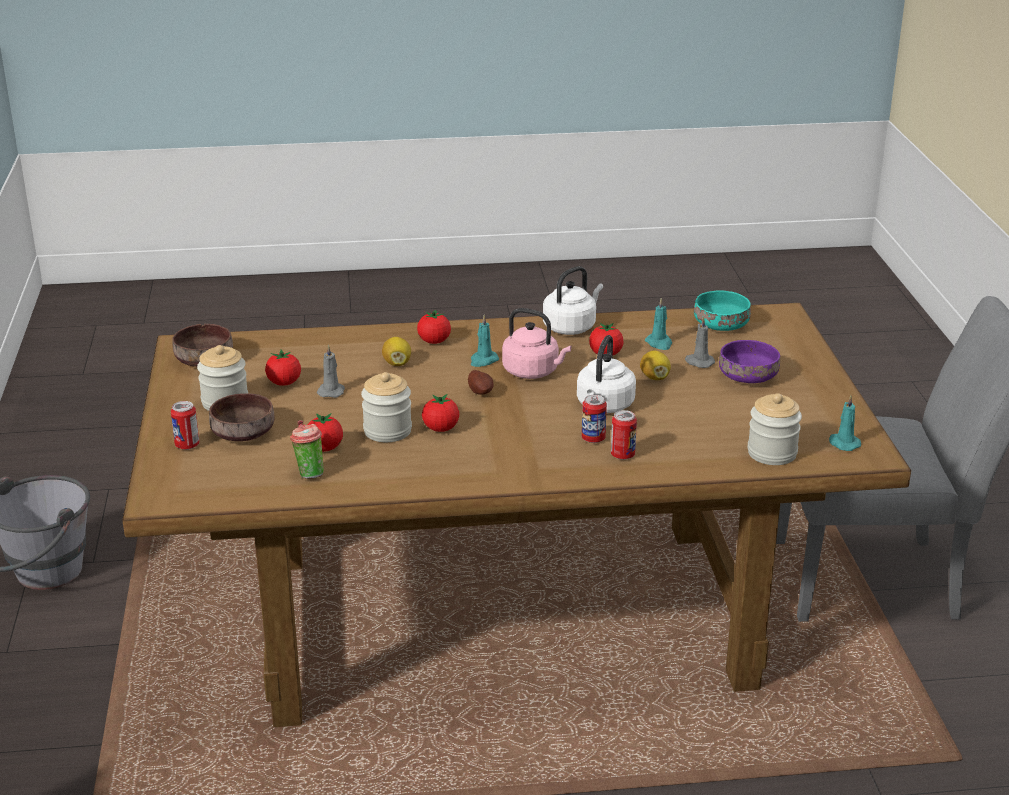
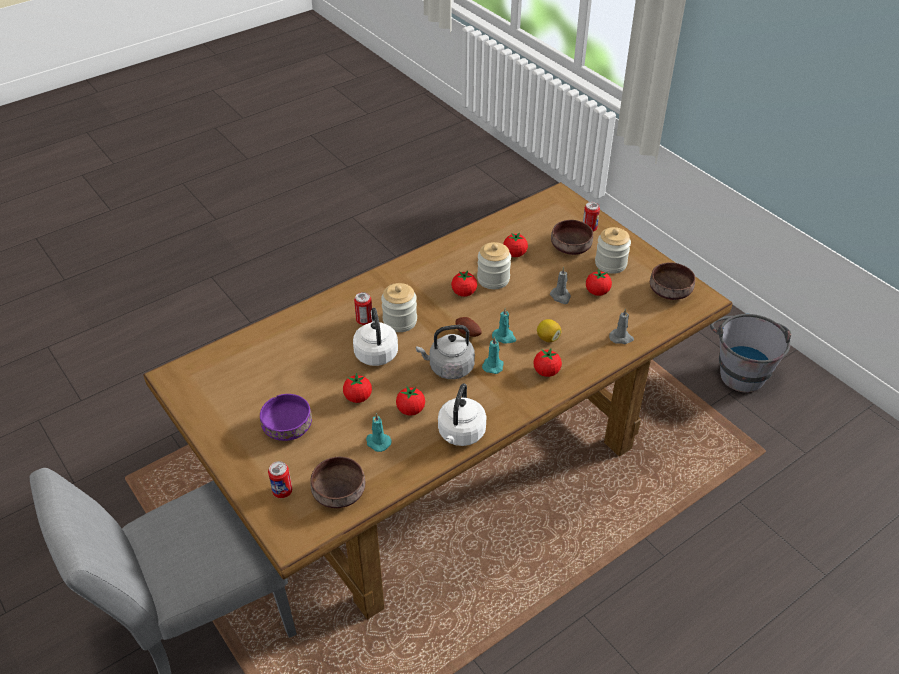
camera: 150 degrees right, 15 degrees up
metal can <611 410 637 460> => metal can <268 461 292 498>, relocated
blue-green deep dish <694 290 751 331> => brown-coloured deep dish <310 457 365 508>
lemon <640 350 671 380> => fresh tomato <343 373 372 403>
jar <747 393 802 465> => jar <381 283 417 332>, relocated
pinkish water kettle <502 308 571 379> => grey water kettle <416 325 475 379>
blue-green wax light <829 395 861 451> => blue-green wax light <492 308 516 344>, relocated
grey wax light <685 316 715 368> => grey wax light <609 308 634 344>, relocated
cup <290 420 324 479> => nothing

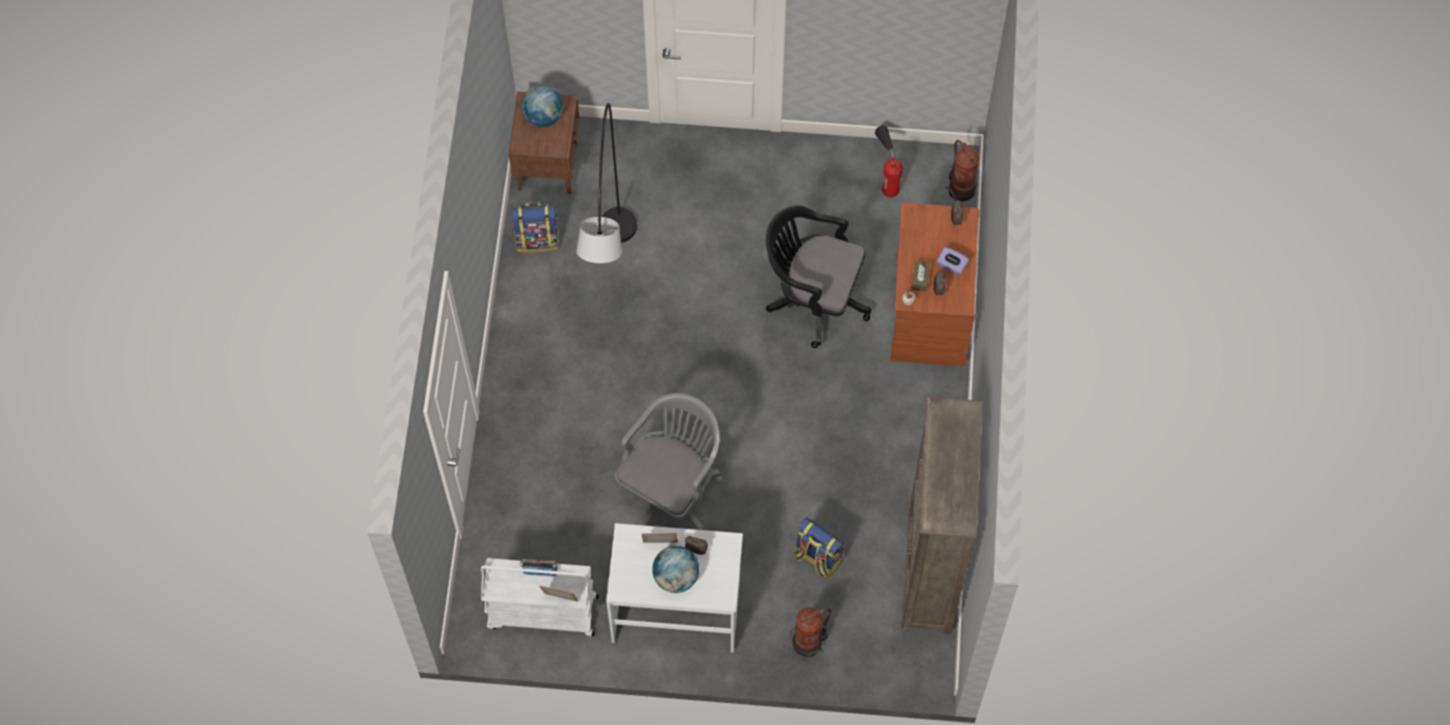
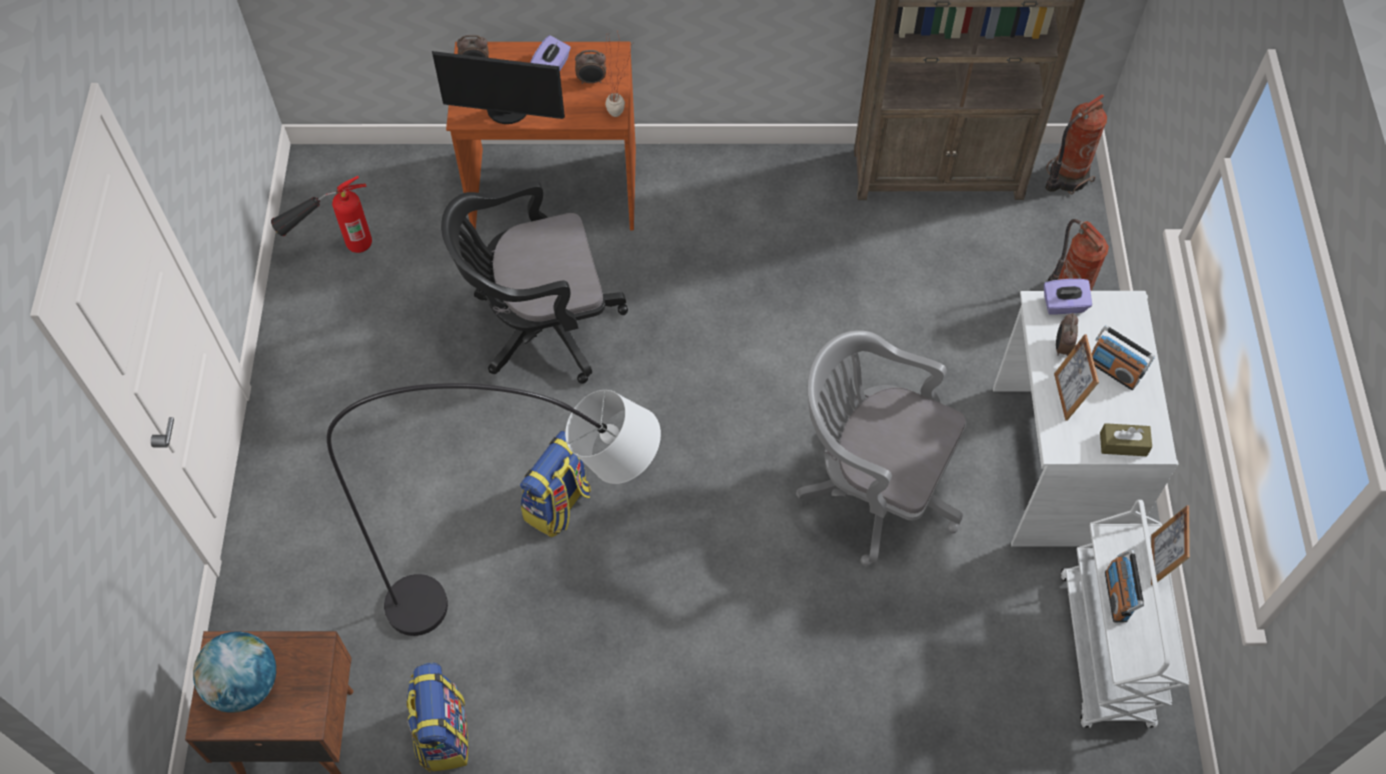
camera: 95 degrees left, 5 degrees down
nothing => monitor <432 51 565 124>
black-coloured computer chair <766 205 871 348> => black-coloured computer chair <441 181 628 384>, 60 degrees clockwise
knapsack <794 517 844 578> => knapsack <520 431 591 537>, relocated
nothing => purplish tissue box <1044 279 1092 315>
fire extinguisher <945 140 980 202> => fire extinguisher <1045 94 1107 195>, relocated
desk globe <652 546 699 593> => radio set <1092 325 1155 390>
brown-coloured tissue box <912 261 930 291> => brown-coloured tissue box <1100 423 1152 456>, relocated

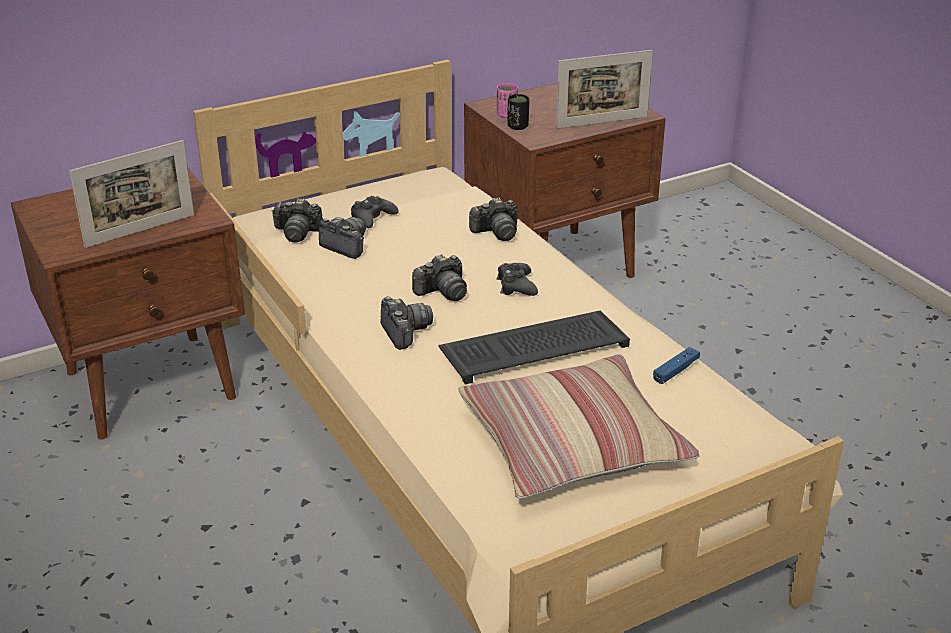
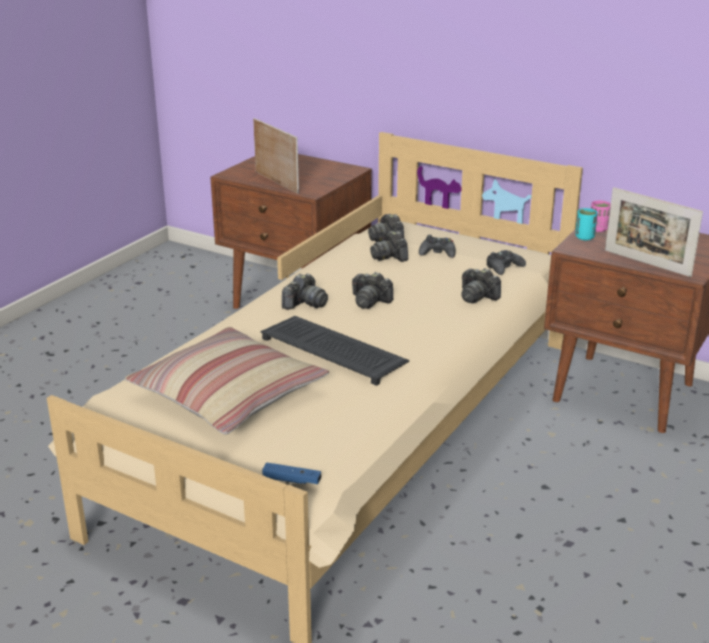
camera: 60 degrees right, 5 degrees down
standing frame <69 140 194 248> => standing frame <253 118 299 194>, 150 degrees counterclockwise
bluish gamepad <653 347 700 384> => bluish gamepad <262 463 321 484>, relocated
photo camera <319 217 366 259> => photo camera <370 230 408 262>, 150 degrees clockwise
black-coloured gamepad <497 263 538 296> => black-coloured gamepad <487 250 526 275>, relocated
black-coloured cup <507 94 530 130> => blue-green cup <575 208 598 240>

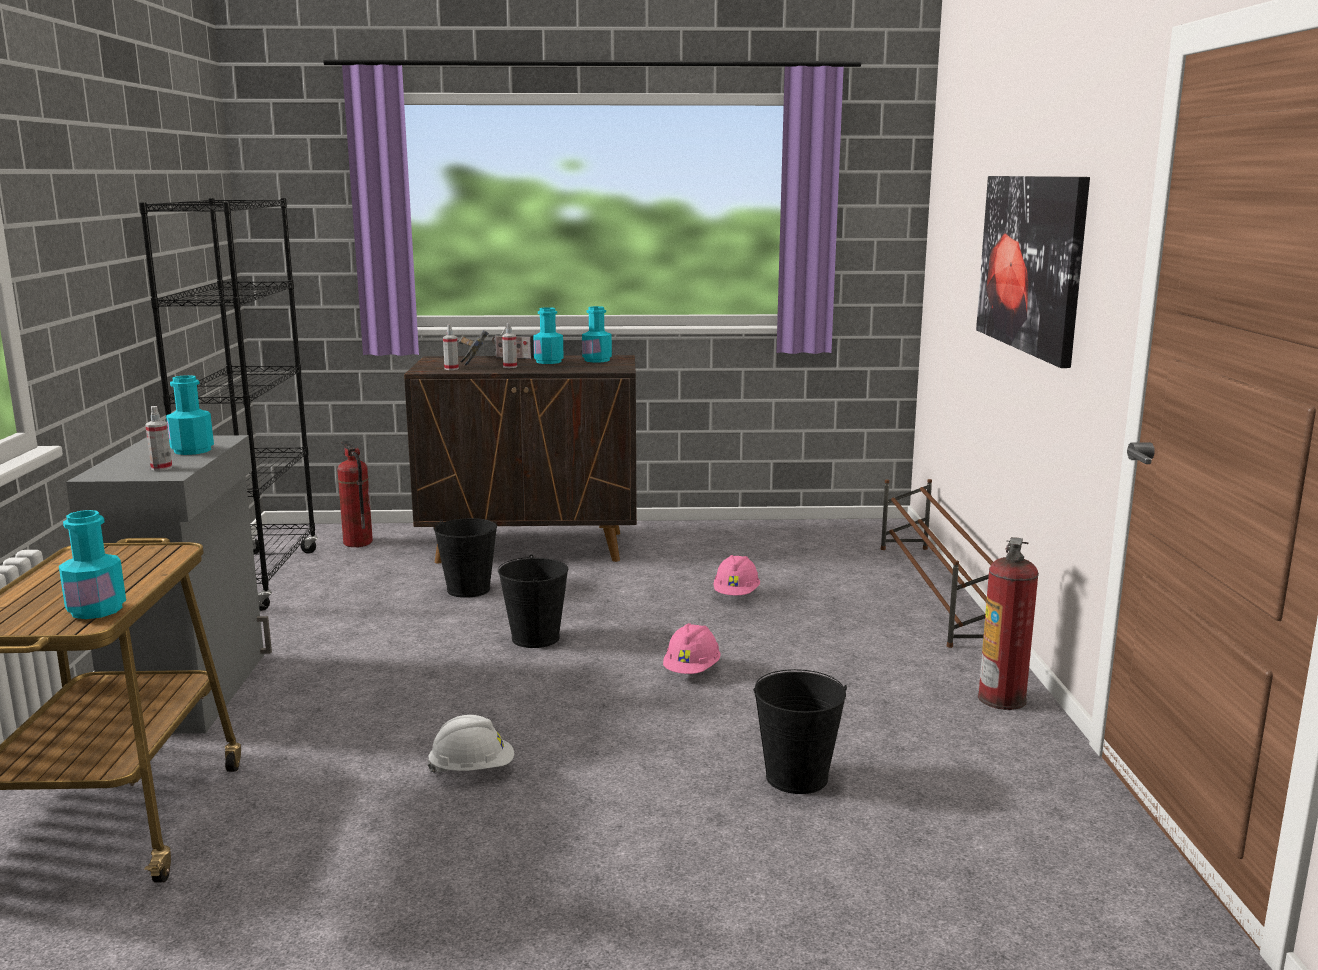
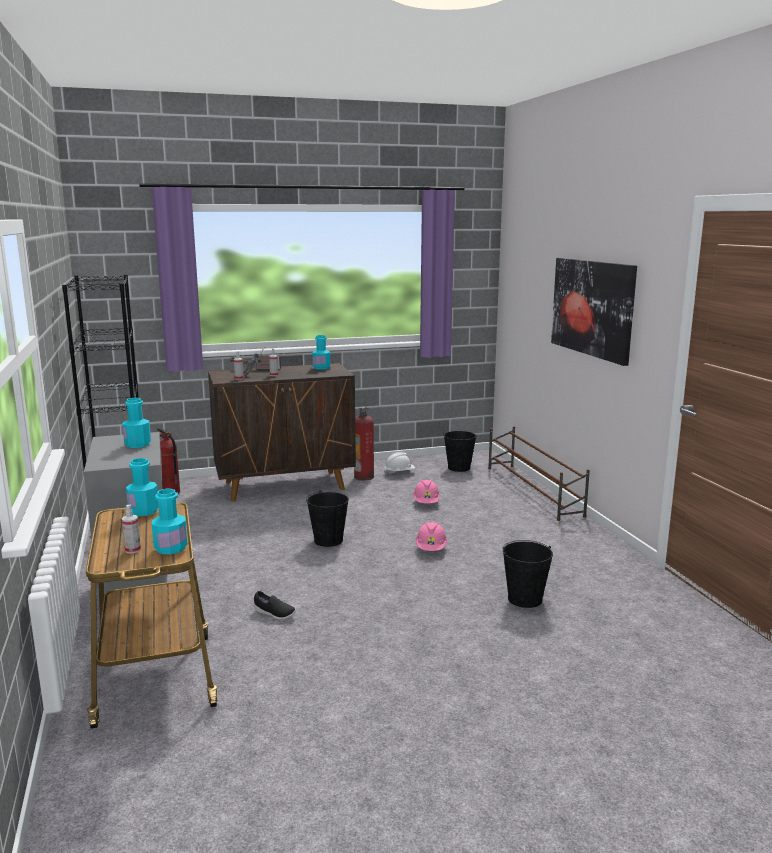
camera: 15 degrees left, 0 degrees up
sprayer <145 406 172 471> => sprayer <122 505 141 554>, relocated
blue-green drink bottle <533 307 564 364> => blue-green drink bottle <126 458 159 516>, relocated
nothing => black-coloured low shoe <254 591 296 620>
fire extinguisher <978 537 1039 710> => fire extinguisher <354 407 374 480>, relocated
whitish safety helmet <427 715 514 773> => whitish safety helmet <384 452 415 475>, relocated
black-coloured bucket <434 518 497 598> => black-coloured bucket <444 431 477 472>, relocated

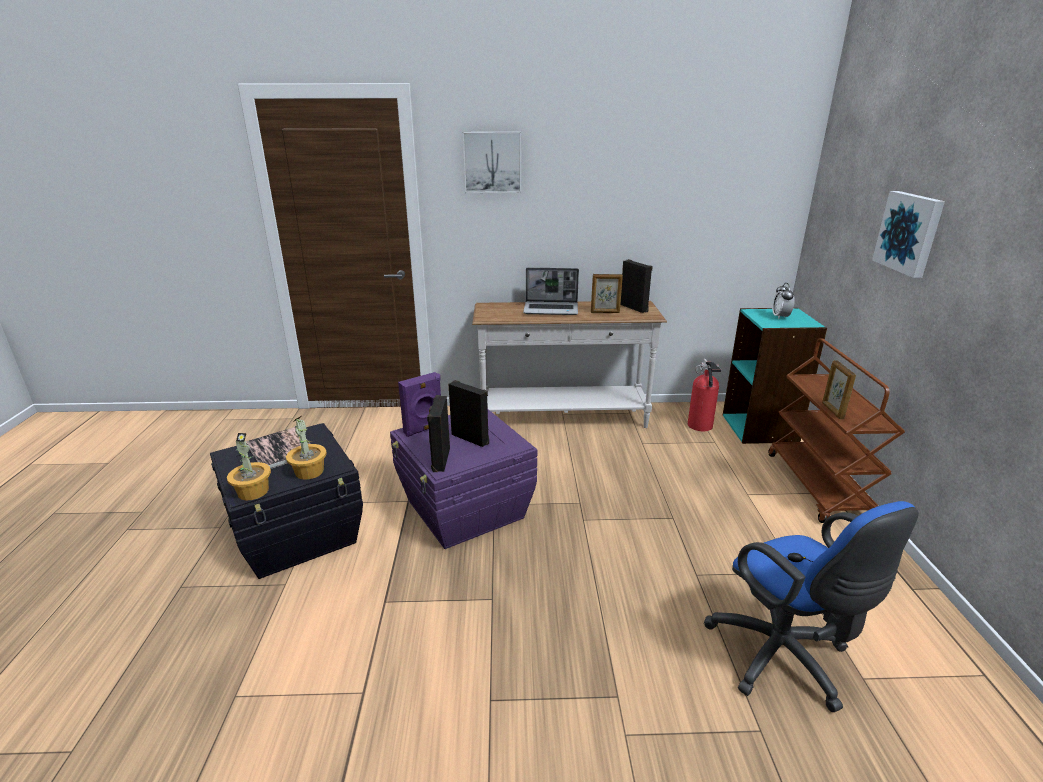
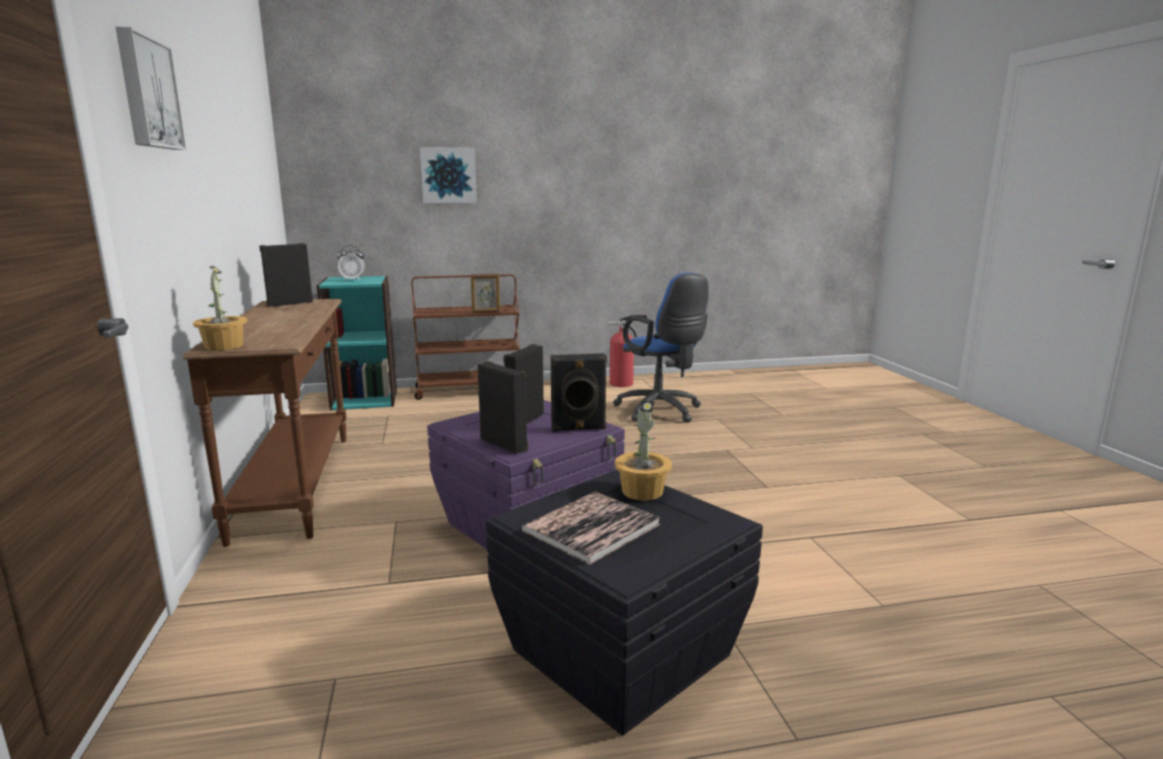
camera: 100 degrees left, 10 degrees down
whitish console table <472 301 667 428> => brown-coloured console table <183 299 347 547>
plant in a pot <227 433 271 500> => plant in a pot <193 266 247 351>, relocated
purplish loudspeaker <398 372 441 437> => black-coloured loudspeaker <477 361 528 454>
fire extinguisher <688 359 721 431> => fire extinguisher <608 314 647 387>, relocated
bluish computer chair <704 501 919 712> => bluish computer chair <613 272 709 422>, 90 degrees clockwise
notebook computer <523 268 579 315> => nothing
standing frame <591 274 623 313> => nothing

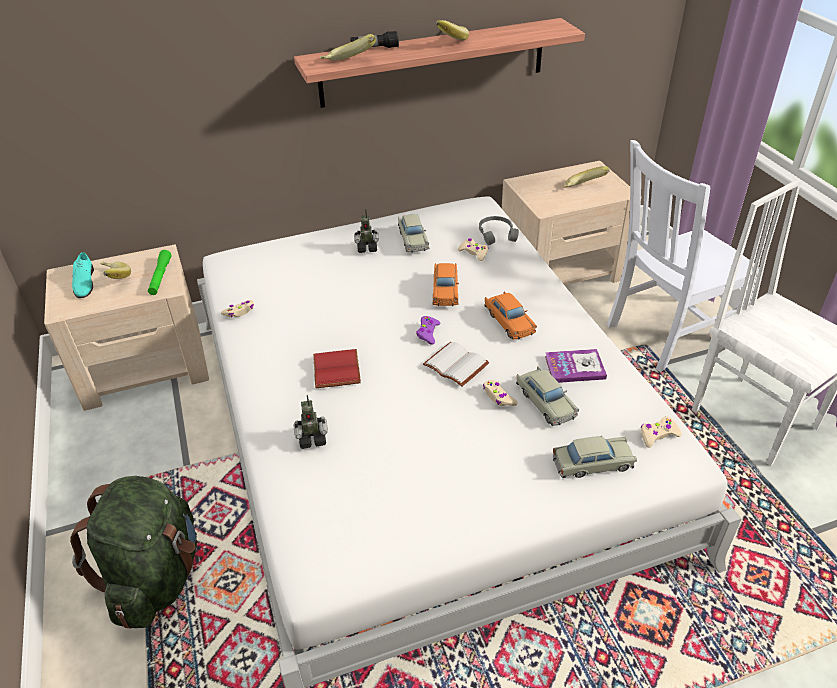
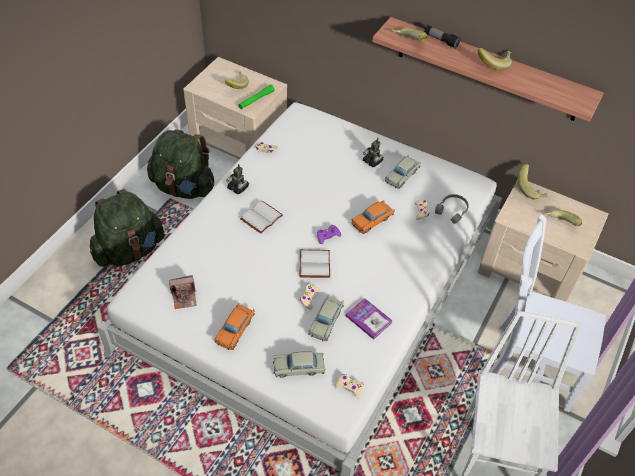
camera: 45 degrees right, 10 degrees up
nothing => green-coloured knapsack <147 129 214 199>
nothing => photo camera <169 275 197 309>
orange miniature car <485 292 537 340> => orange miniature car <214 303 255 350>, relocated
toy robot <293 395 328 449> => toy robot <226 164 249 194>, relocated
red-coloured bound book <313 349 361 388> => whitish bound book <240 201 283 234>
beige-coloured miniature car <553 436 637 478> => beige-coloured miniature car <273 351 326 378>, 135 degrees clockwise
nothing => banana fruit <518 164 548 199>
blue-green low shoe <72 252 94 298> => nothing

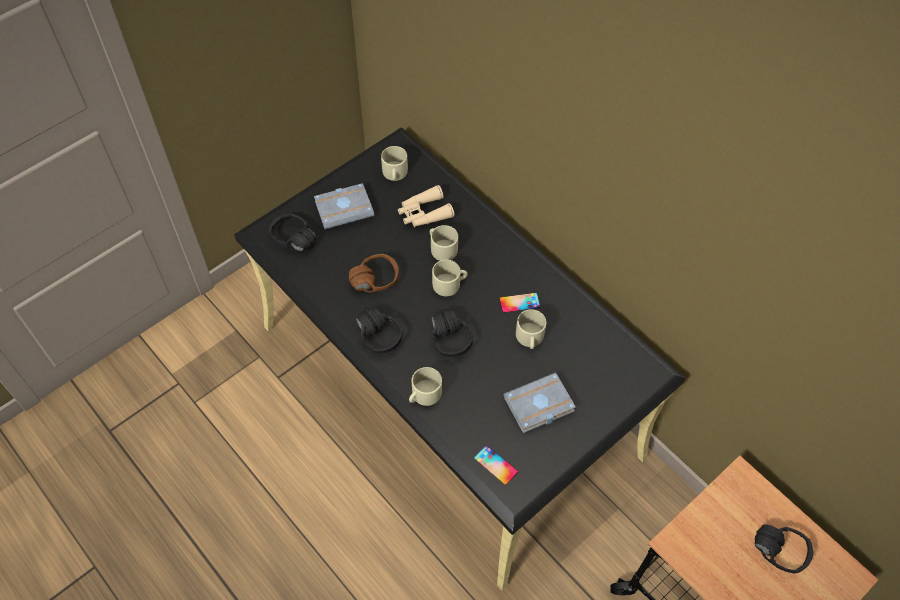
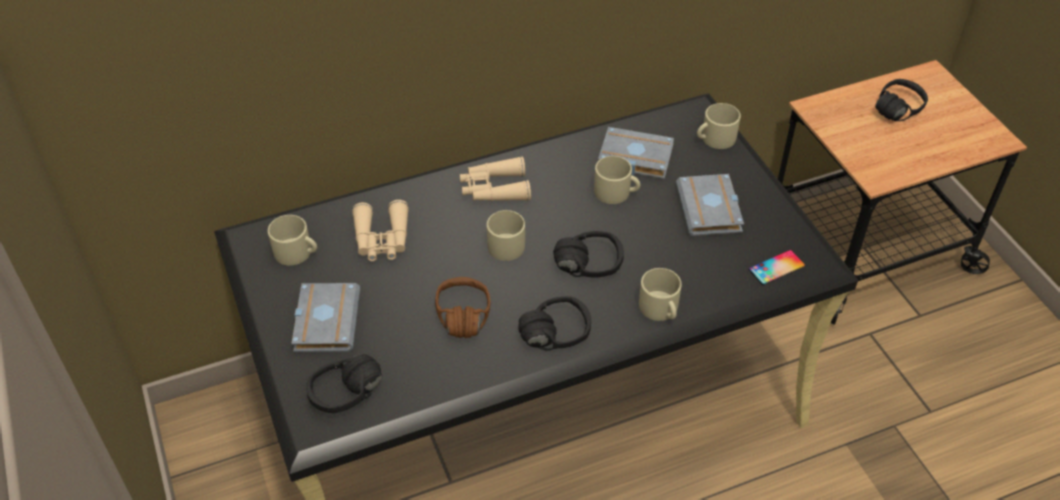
camera: 70 degrees left, 10 degrees down
nothing => beige-coloured binoculars <460 156 531 201>
nothing => grey bound book <598 127 674 179>
beige-coloured coffee mug <430 225 458 261> => beige-coloured coffee mug <697 103 741 149>, relocated
phone <499 292 540 313> => nothing

